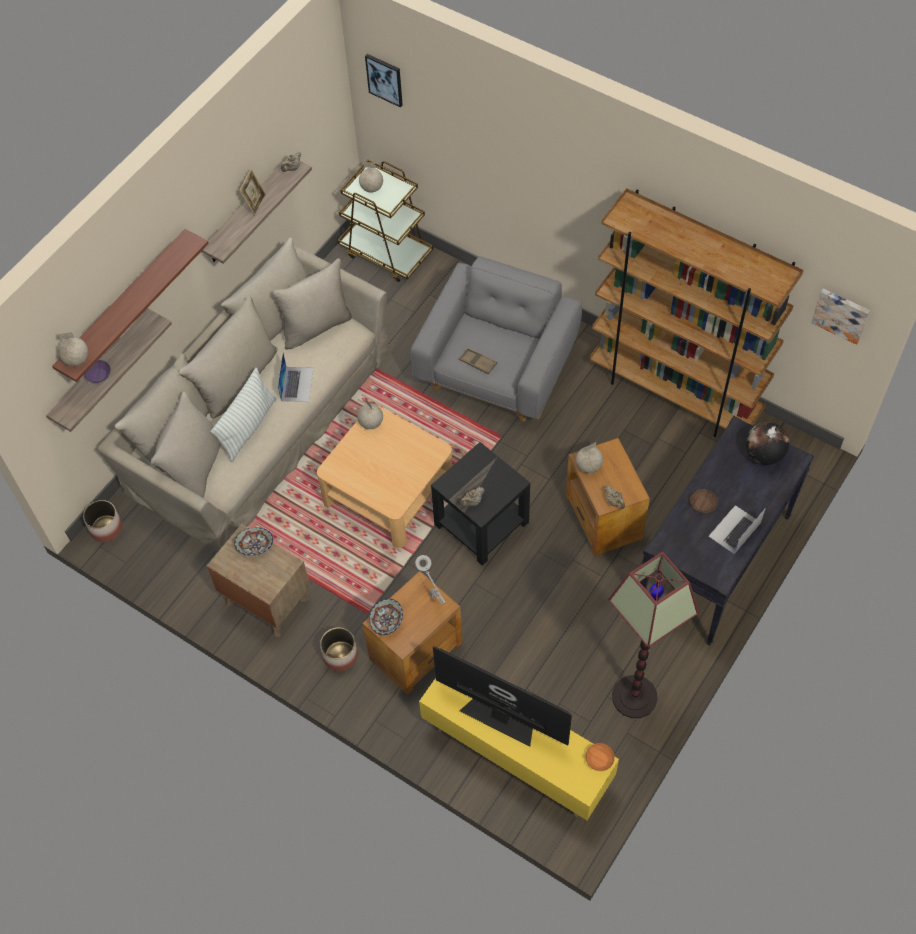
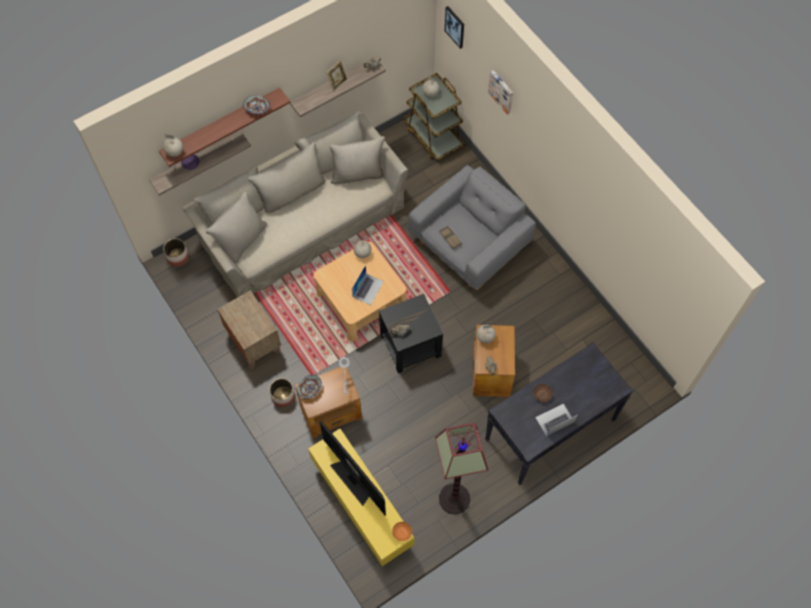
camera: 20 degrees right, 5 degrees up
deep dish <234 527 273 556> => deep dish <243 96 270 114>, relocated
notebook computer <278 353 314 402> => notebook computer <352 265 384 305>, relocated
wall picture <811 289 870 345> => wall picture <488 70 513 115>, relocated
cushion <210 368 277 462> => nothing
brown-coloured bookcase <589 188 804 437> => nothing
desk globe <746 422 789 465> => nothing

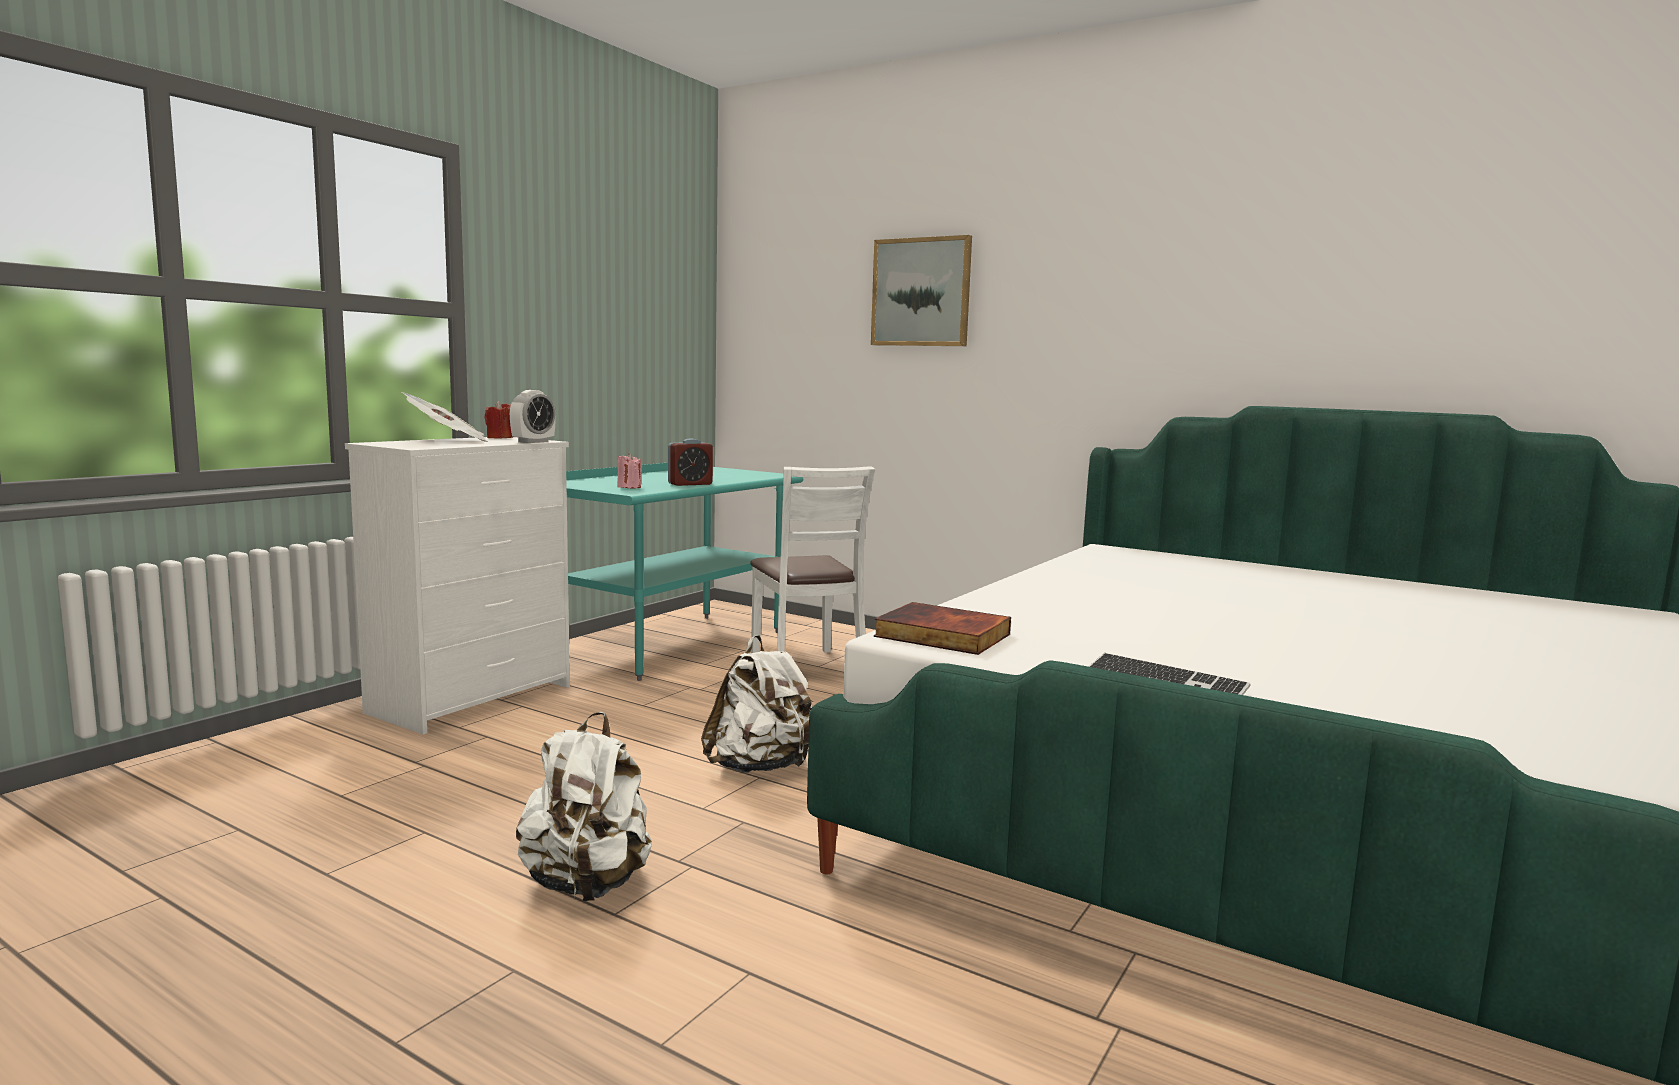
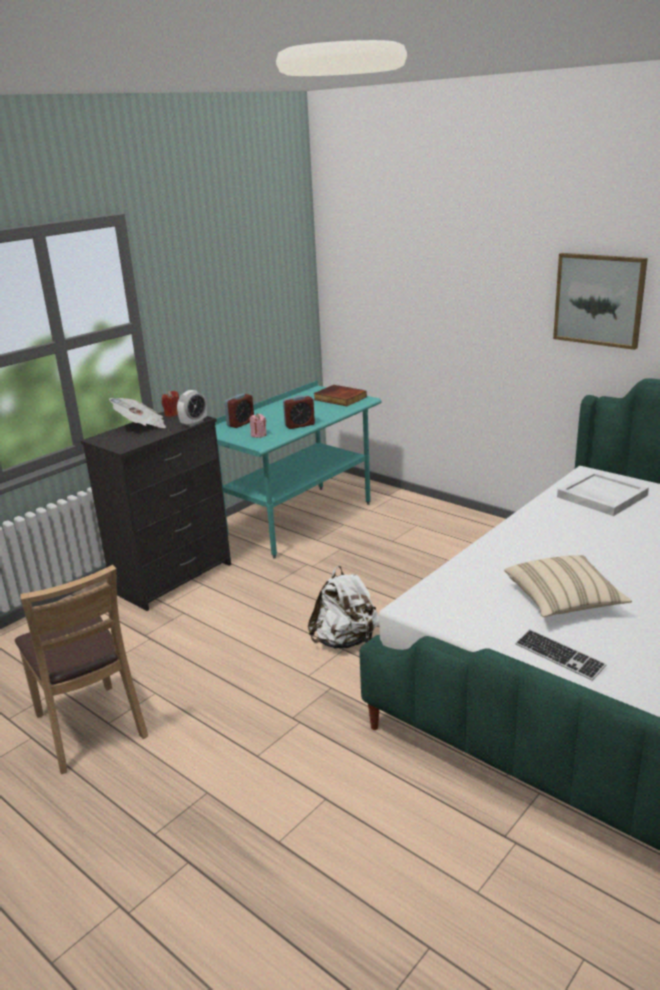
camera: 10 degrees right, 15 degrees up
nothing => brown-coloured chair <15 565 148 774>
whitish dresser <345 437 570 734> => black-coloured dresser <81 412 231 611>
nothing => alarm clock <224 393 254 428>
bound book <874 602 1011 655> => bound book <313 385 367 406>, relocated
nothing => beige-coloured cushion <504 555 632 617>
wall picture <871 235 972 346> => wall picture <553 253 648 350>, relocated
nothing => whitish serving tray <557 471 649 516>
whitish knapsack <516 712 652 902> => nothing
whitish chair <750 466 875 653> => nothing

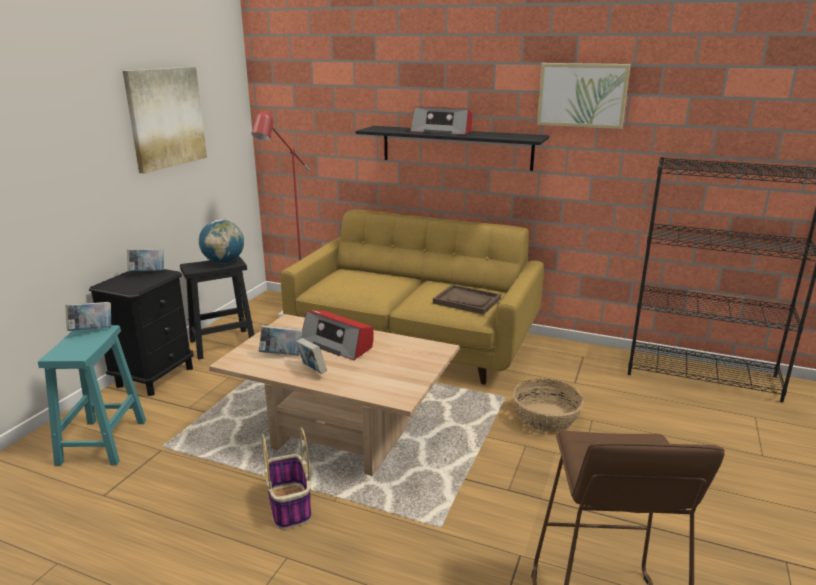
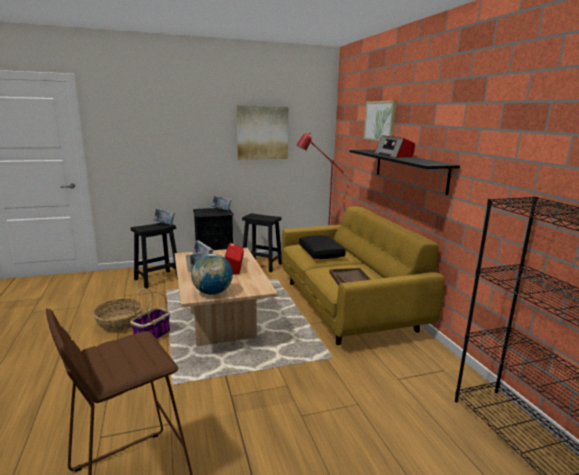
camera: 50 degrees right, 5 degrees down
basket <513 379 584 432> => basket <93 298 143 332>, relocated
blue-green sitting stool <38 325 146 466> => black-coloured sitting stool <131 222 178 288>
desk globe <199 220 244 264> => desk globe <191 254 233 295>, relocated
nothing => black-coloured cushion <299 235 346 259>
wall picture <537 63 631 129> => wall picture <364 101 396 141>, relocated

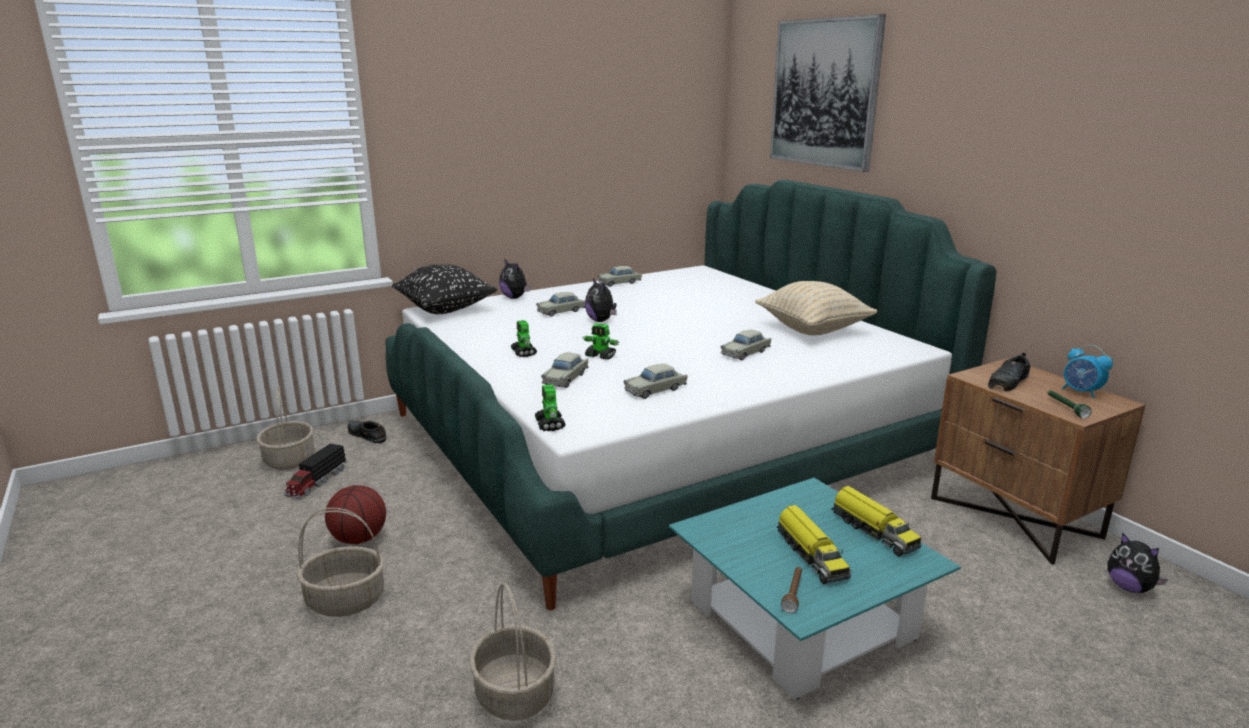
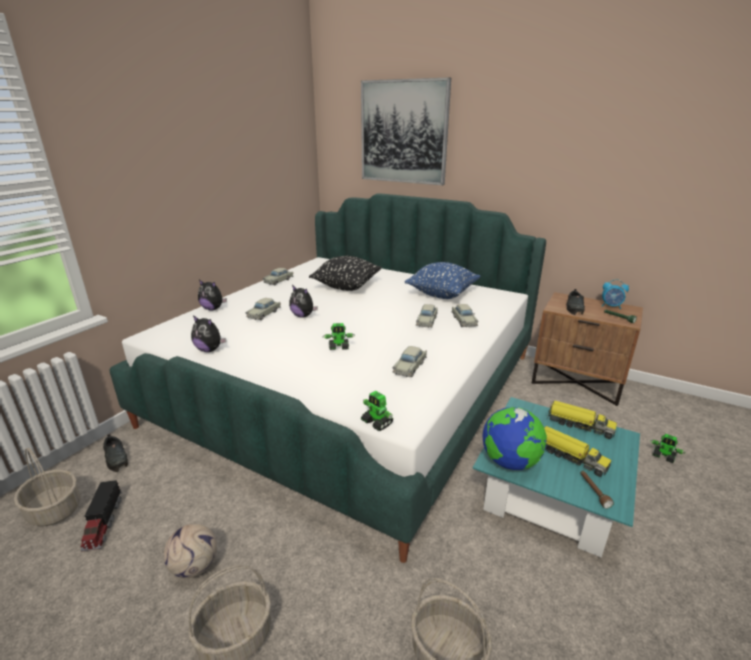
camera: 30 degrees left, 5 degrees up
black-coloured low shoe <348 420 386 443> => black-coloured low shoe <103 434 128 472>, 135 degrees counterclockwise
basketball <325 485 386 544> => football <164 524 217 578>
cuddly toy <1107 533 1168 593> => cuddly toy <191 315 226 352>, relocated
black-coloured cushion <392 264 497 314> => black-coloured cushion <309 256 382 291>, relocated
beige-coloured cushion <755 281 878 336> => bluish cushion <404 262 480 299>
beige-coloured miniature car <541 352 588 388> => beige-coloured miniature car <452 304 478 327>, relocated
nothing => desk globe <482 407 547 470>
toy robot <511 320 537 357> => toy robot <650 434 685 463>, relocated

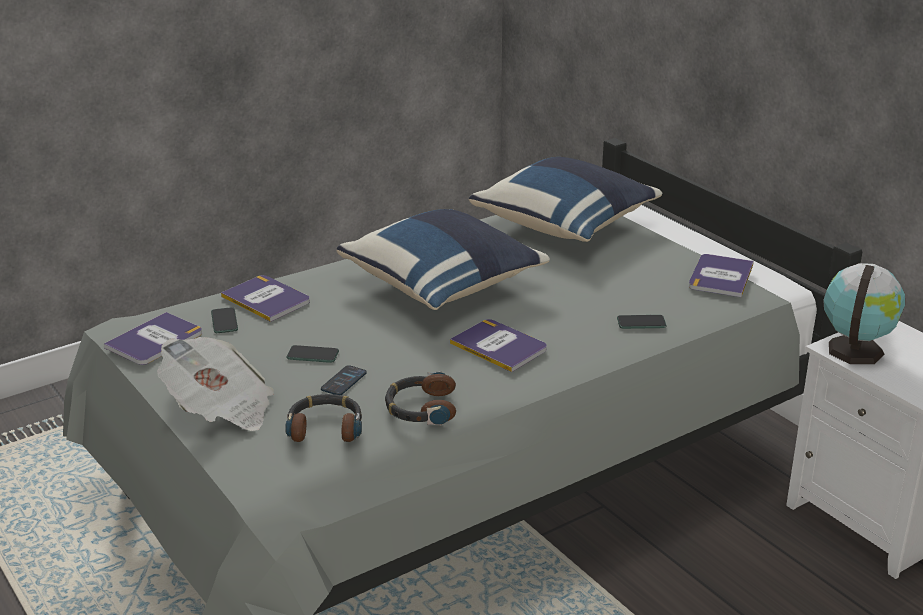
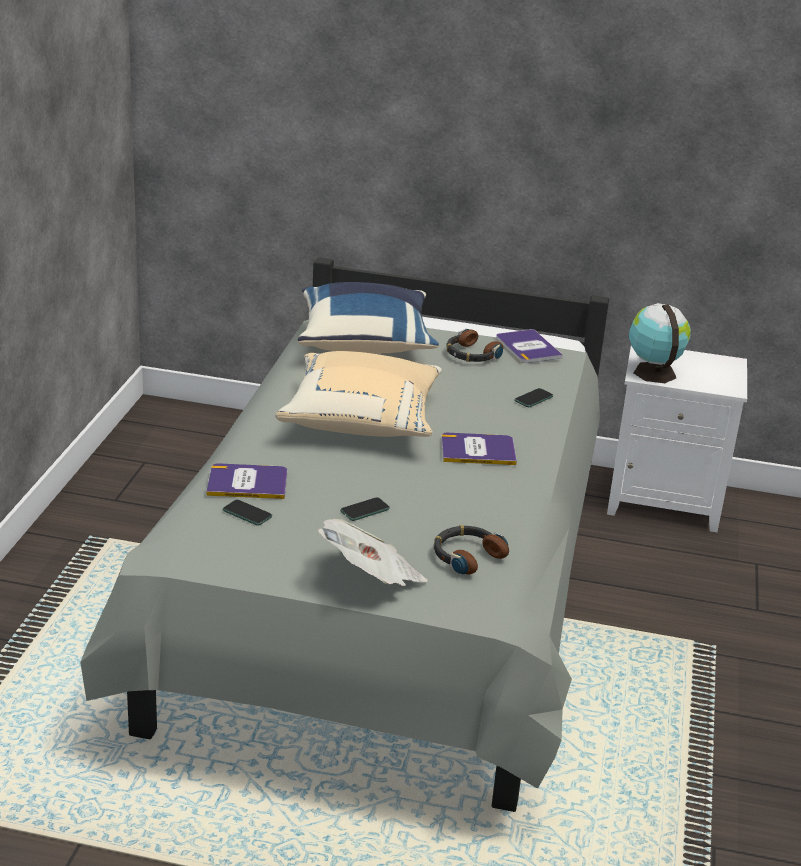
camera: 45 degrees left, 0 degrees up
bluish cushion <336 209 550 310> => beige-coloured cushion <276 351 442 437>
pair of headphones <385 371 456 425> => pair of headphones <446 329 503 362>, relocated
bound book <104 312 202 365> => nothing
phone <321 365 367 395> => nothing

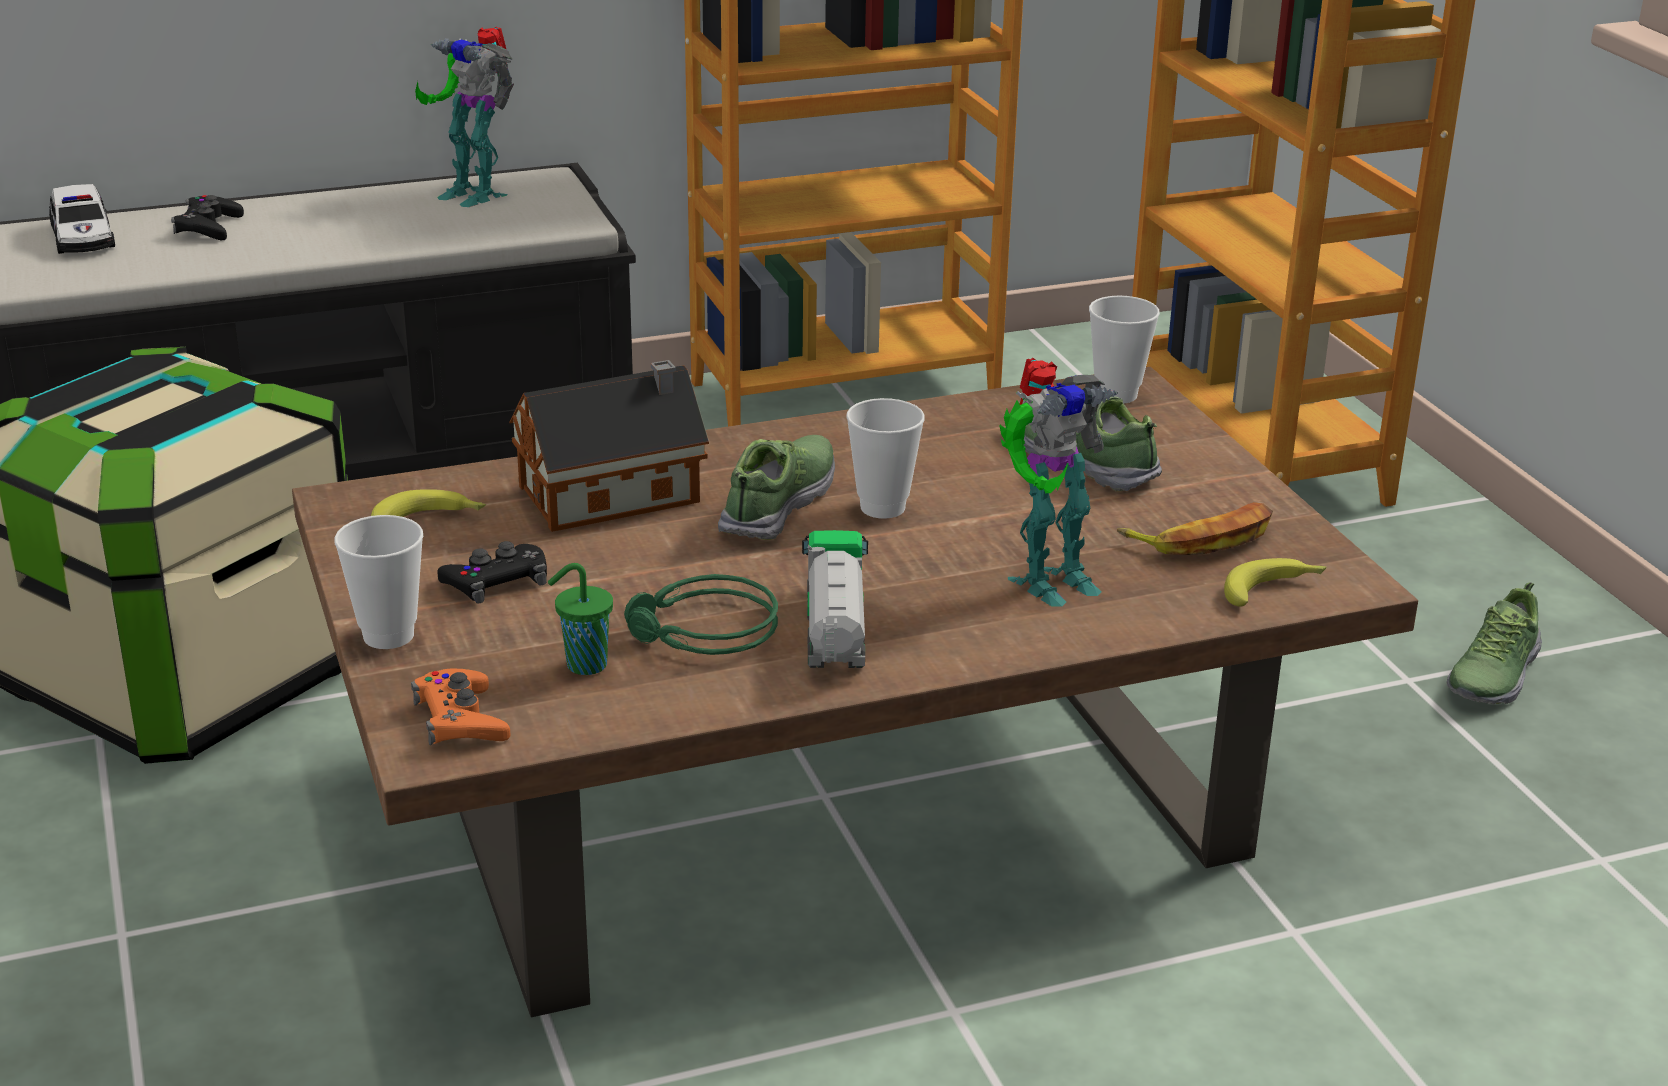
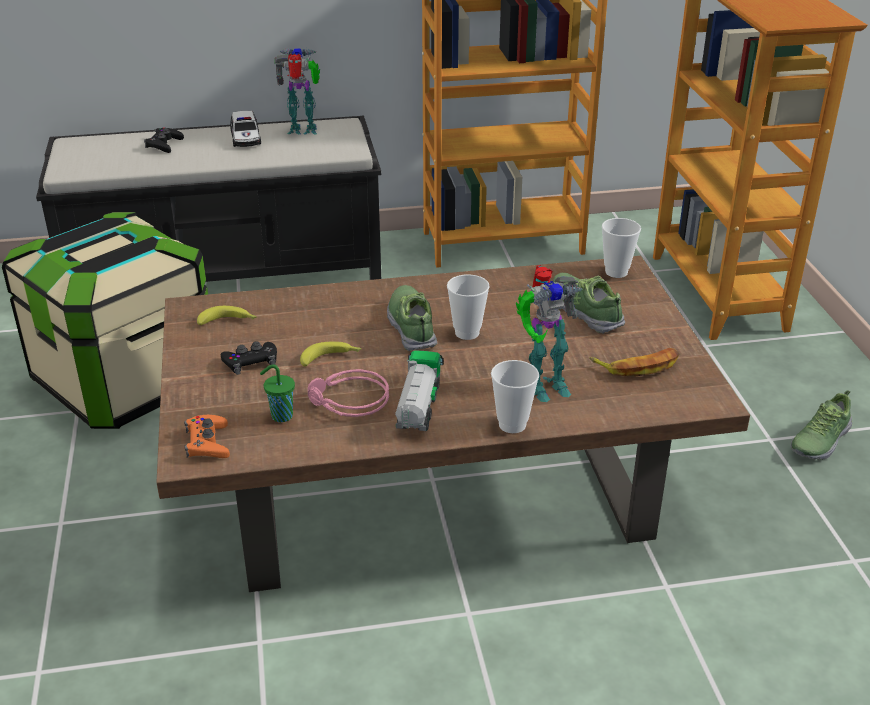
camera: 10 degrees right, 5 degrees up
miniature car <49 184 115 254> => miniature car <230 111 261 147>, relocated
toy robot <415 27 514 207> => toy robot <274 48 320 135>, 135 degrees clockwise
banana fruit <1224 558 1327 606> => banana fruit <300 341 362 367>, relocated
green-coloured pair of headphones <624 574 778 655> => pinkish pair of headphones <308 369 389 417>
low shoe <718 435 835 540> => low shoe <387 285 437 351>, 45 degrees counterclockwise
cup <334 515 423 649> => cup <491 360 539 433>, relocated
model house <509 360 709 532> => nothing

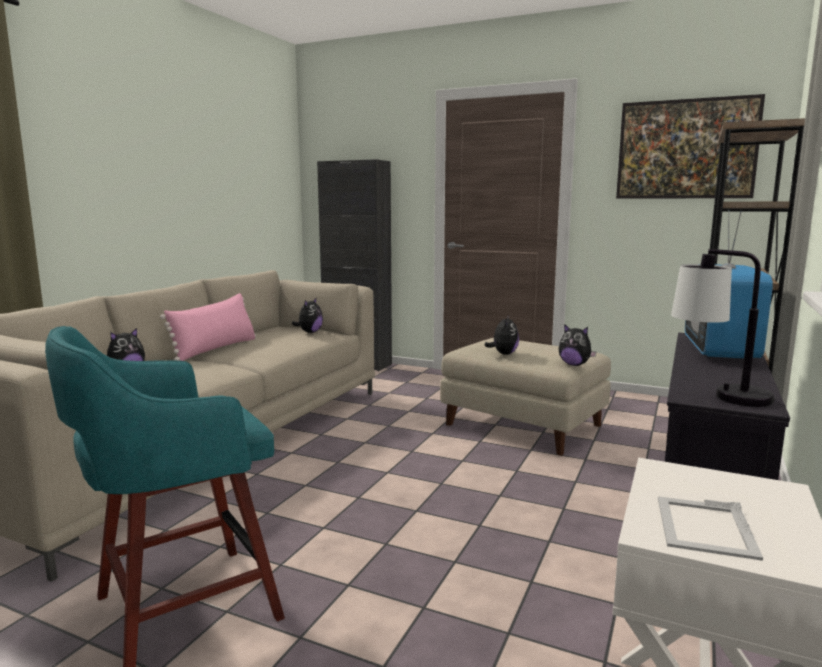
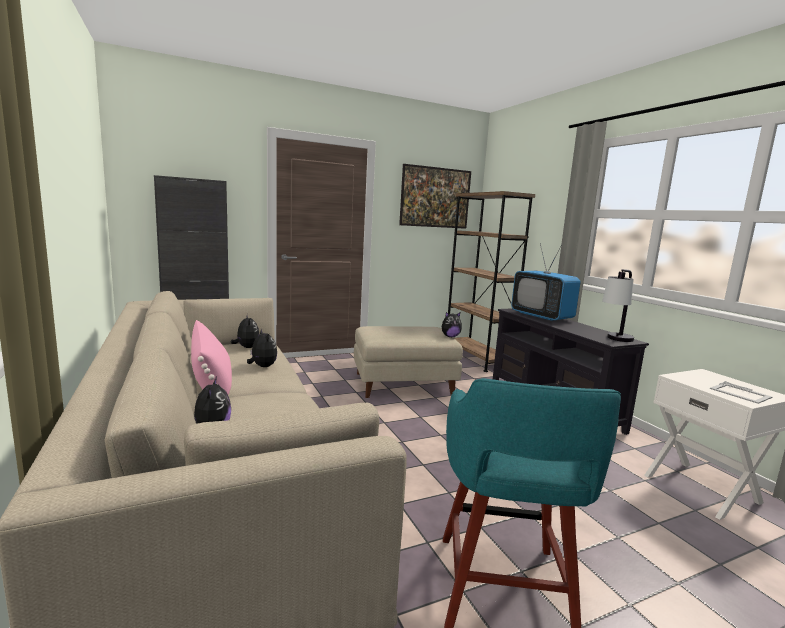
camera: 50 degrees left, 0 degrees up
cuddly toy <485 315 519 355> => cuddly toy <247 328 277 367>, relocated

